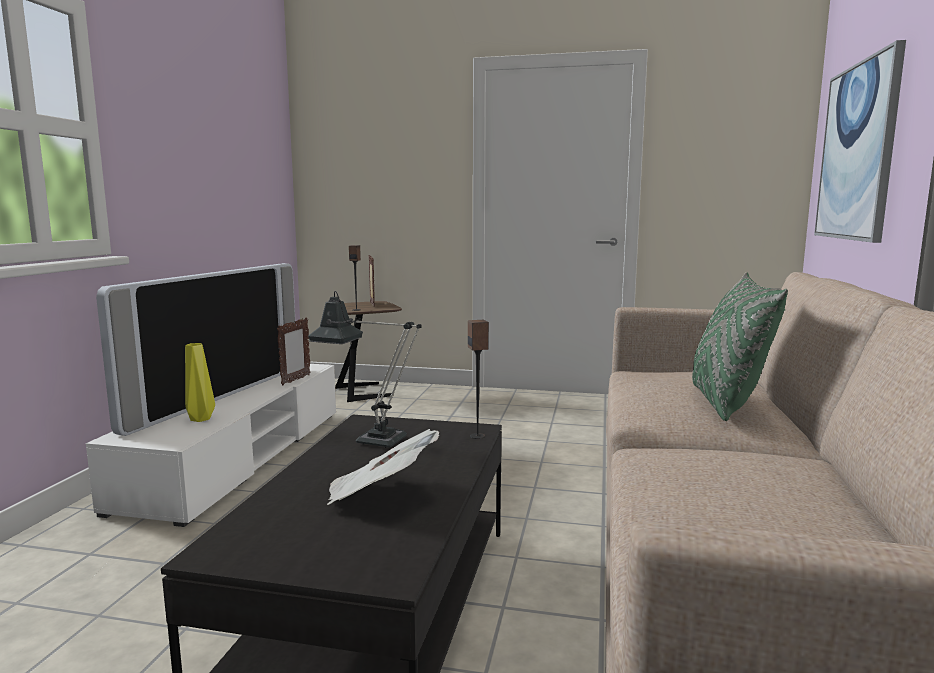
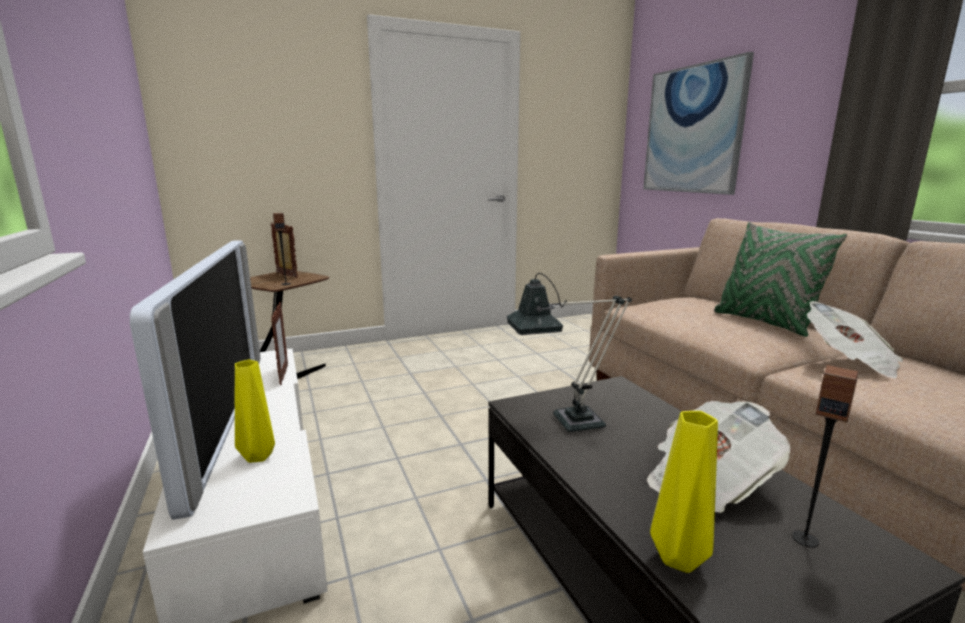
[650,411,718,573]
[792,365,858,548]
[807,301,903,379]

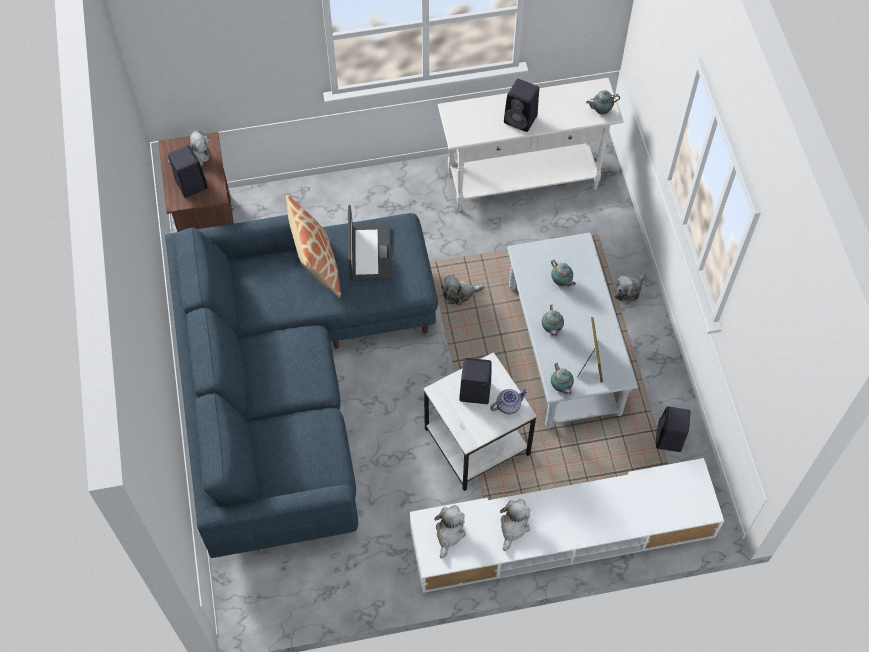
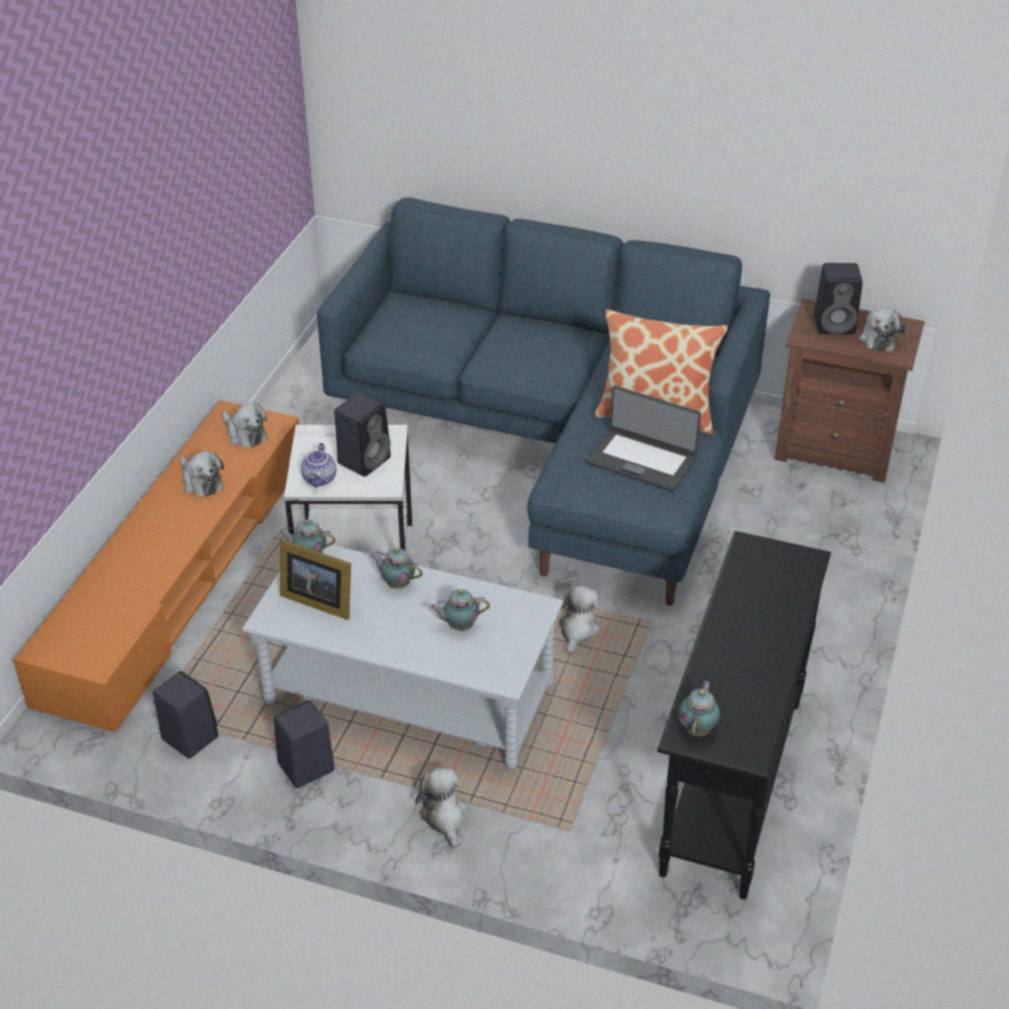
[13,400,299,734]
[274,700,335,788]
[657,531,831,900]

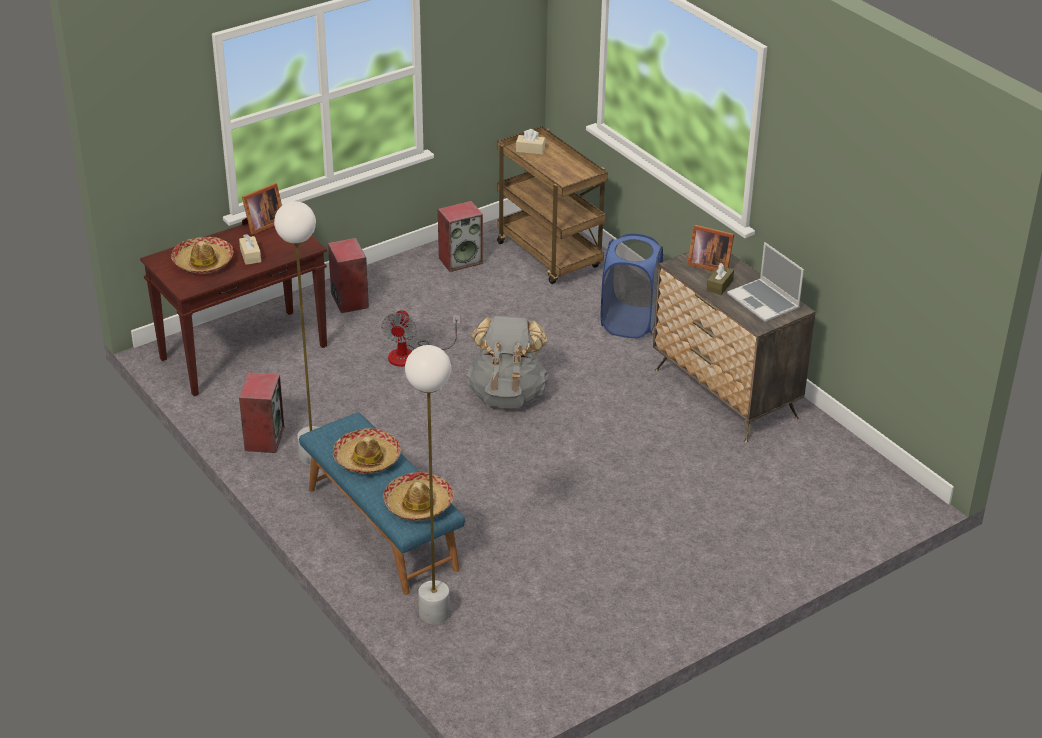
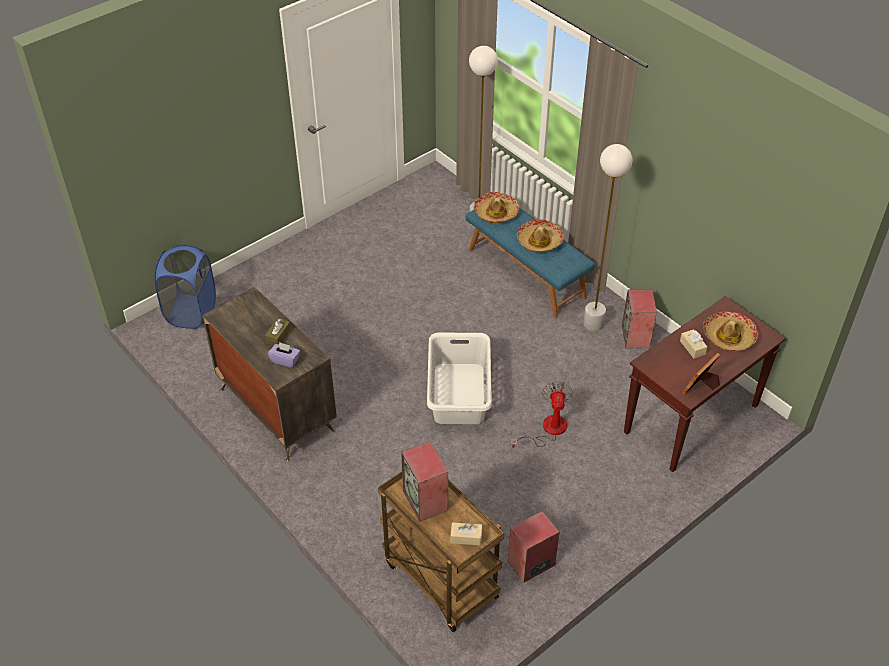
[155,245,216,329]
[268,342,300,368]
[401,441,448,522]
[427,332,492,424]
[727,242,804,322] (first image)

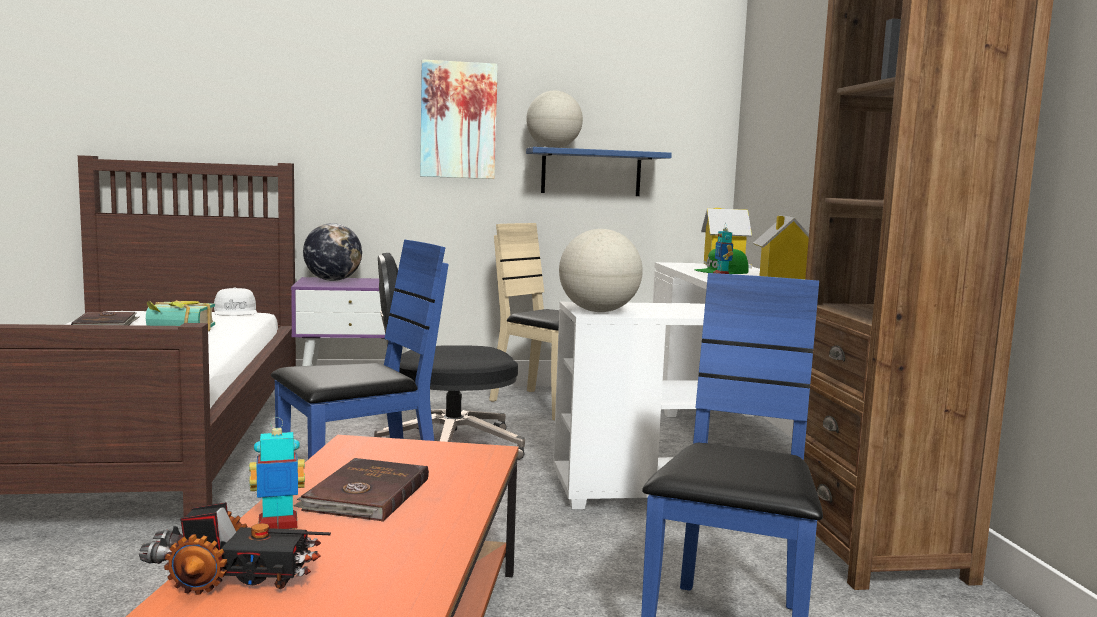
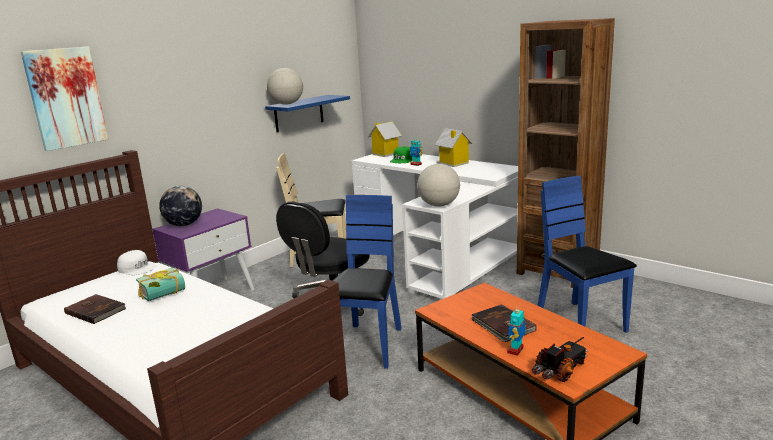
[21,47,108,151]

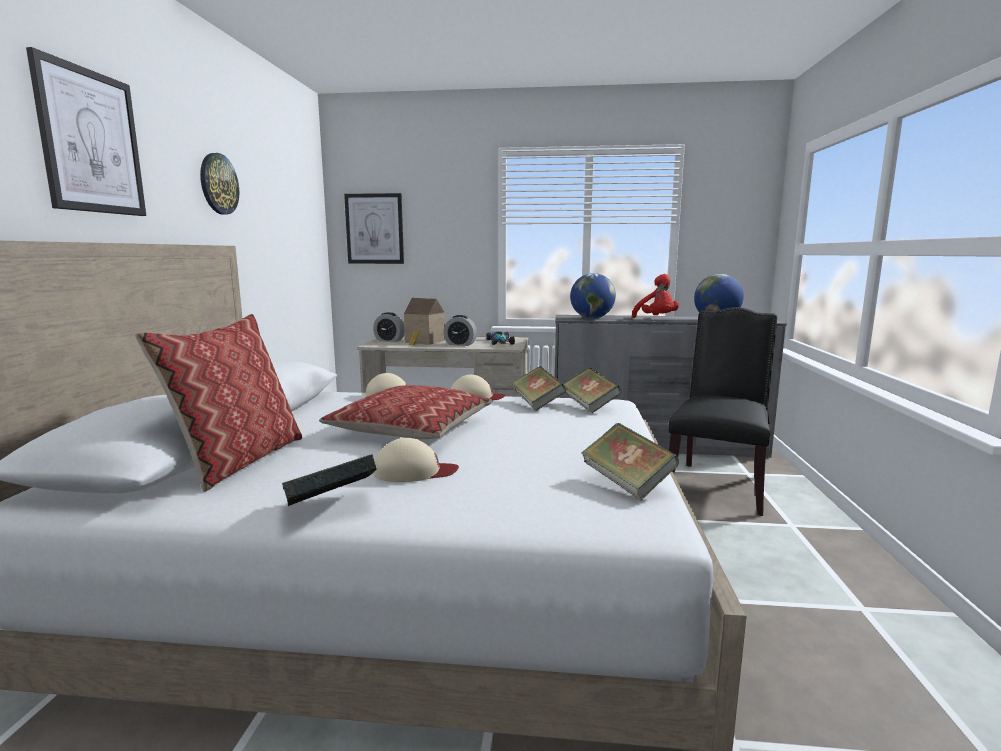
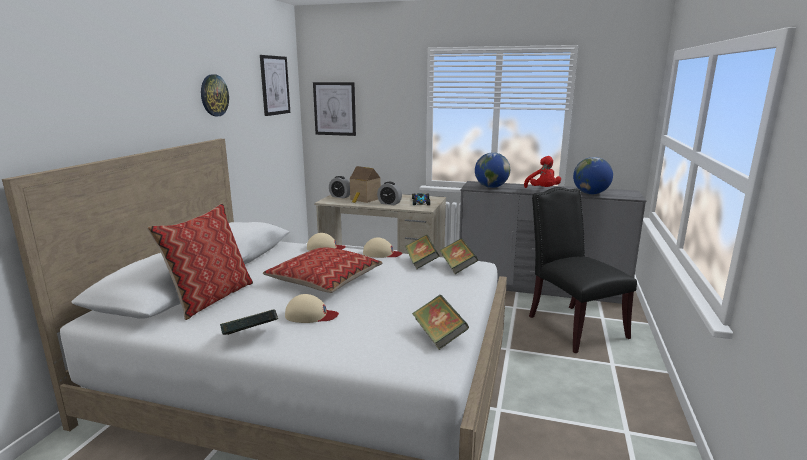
[260,55,290,116]
[529,187,637,353]

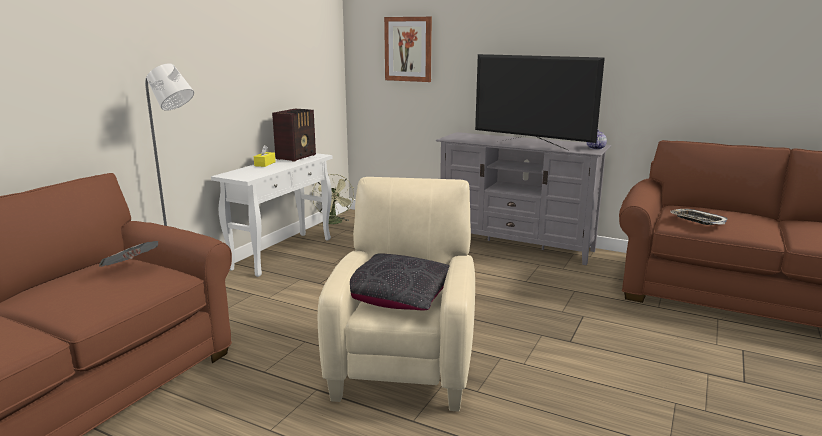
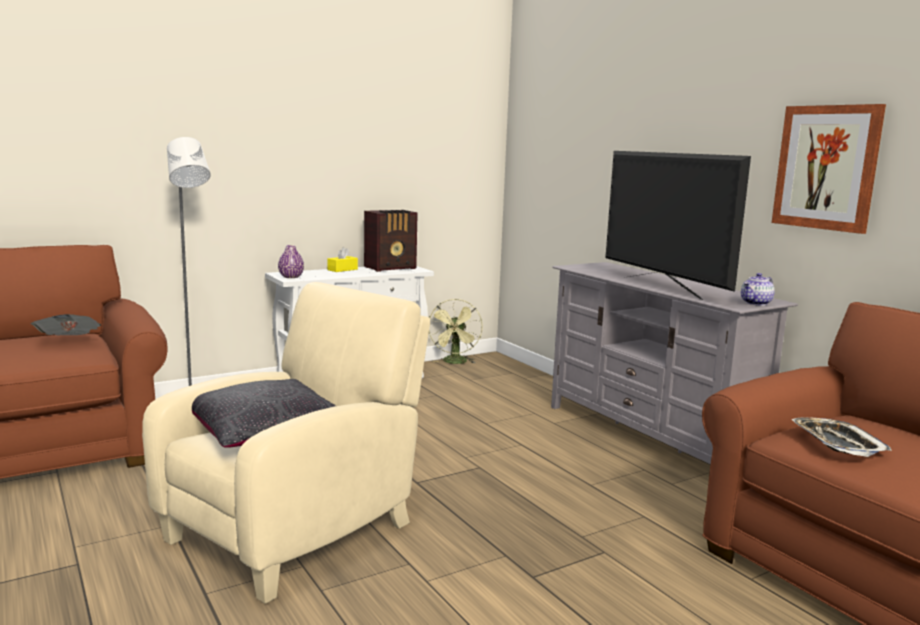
[278,245,304,278]
[772,104,886,234]

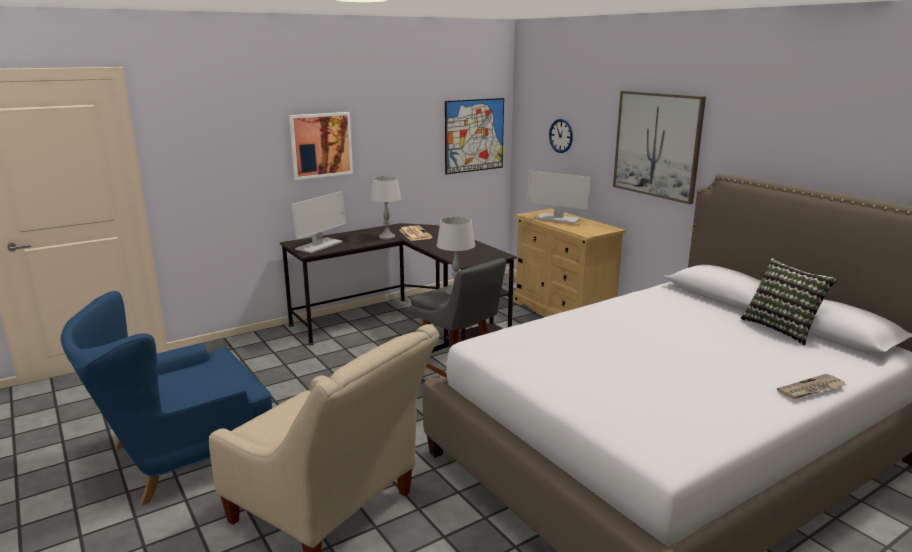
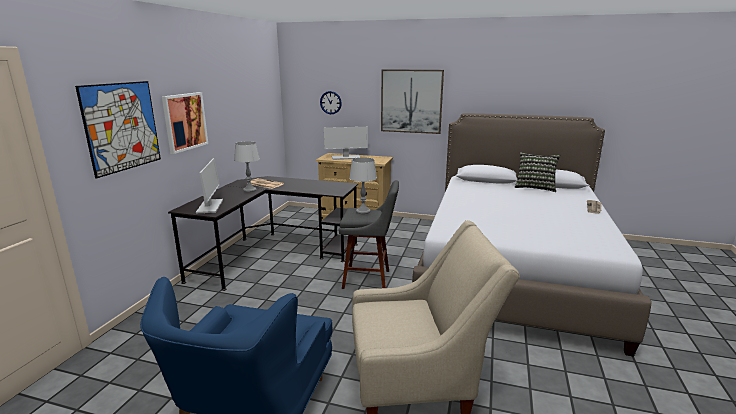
[75,81,161,179]

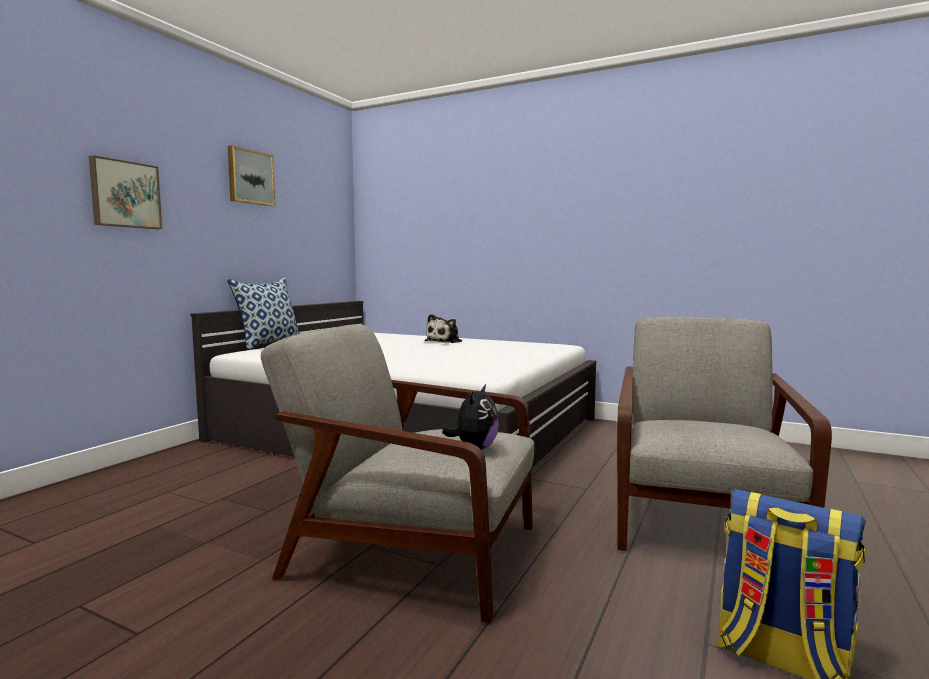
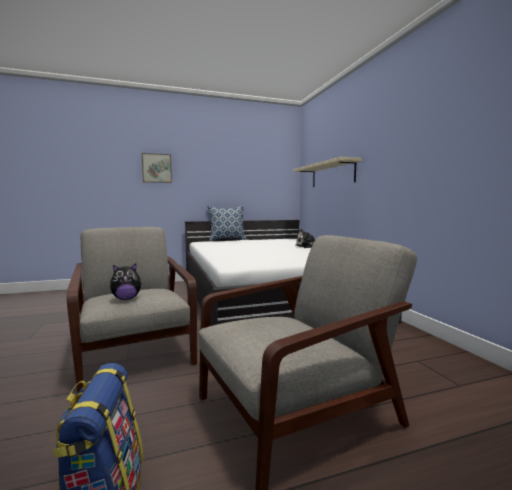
[294,157,362,187]
[228,145,275,206] (first image)

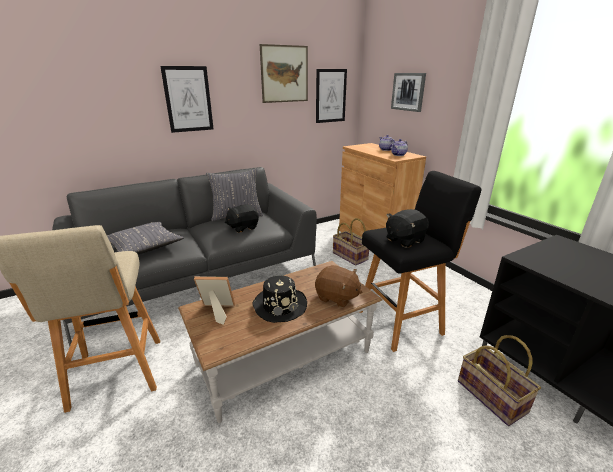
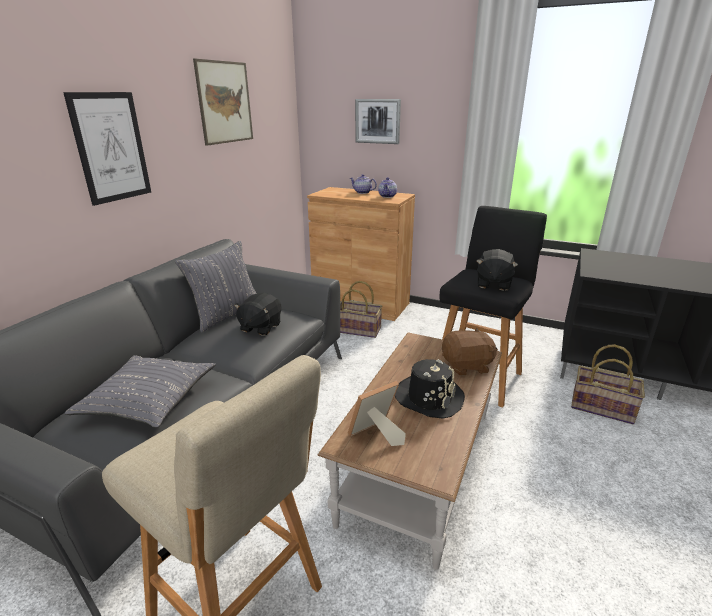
[316,69,347,123] (first image)

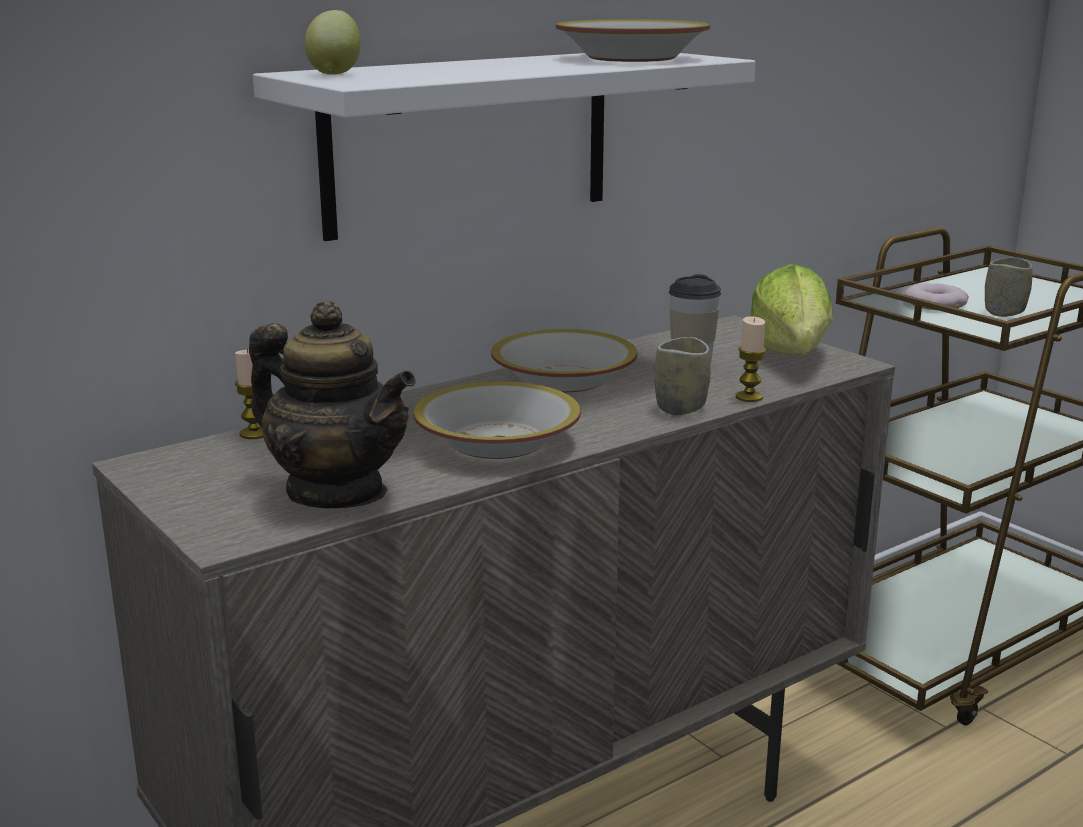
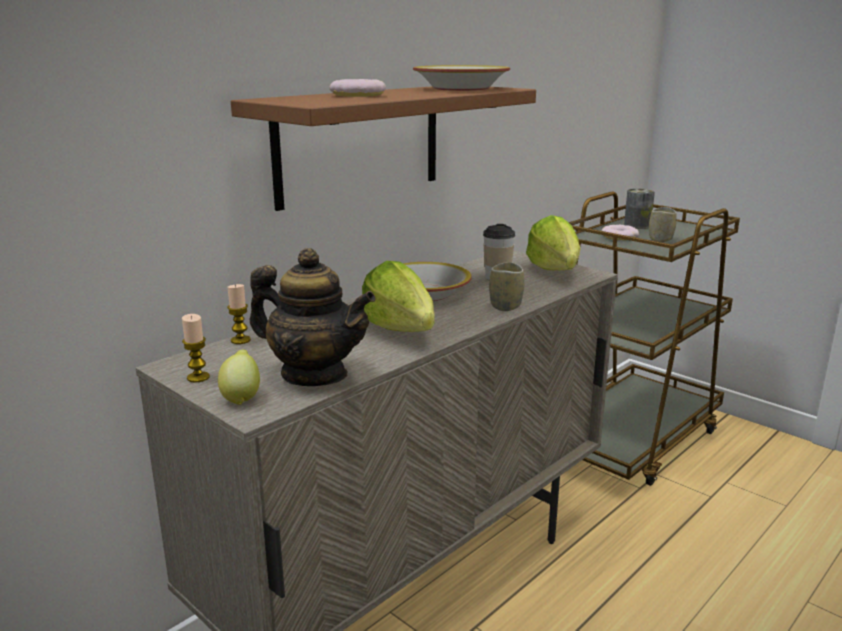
[182,314,210,383]
[218,350,260,405]
[231,86,536,211]
[329,79,386,97]
[362,261,435,332]
[624,188,655,229]

